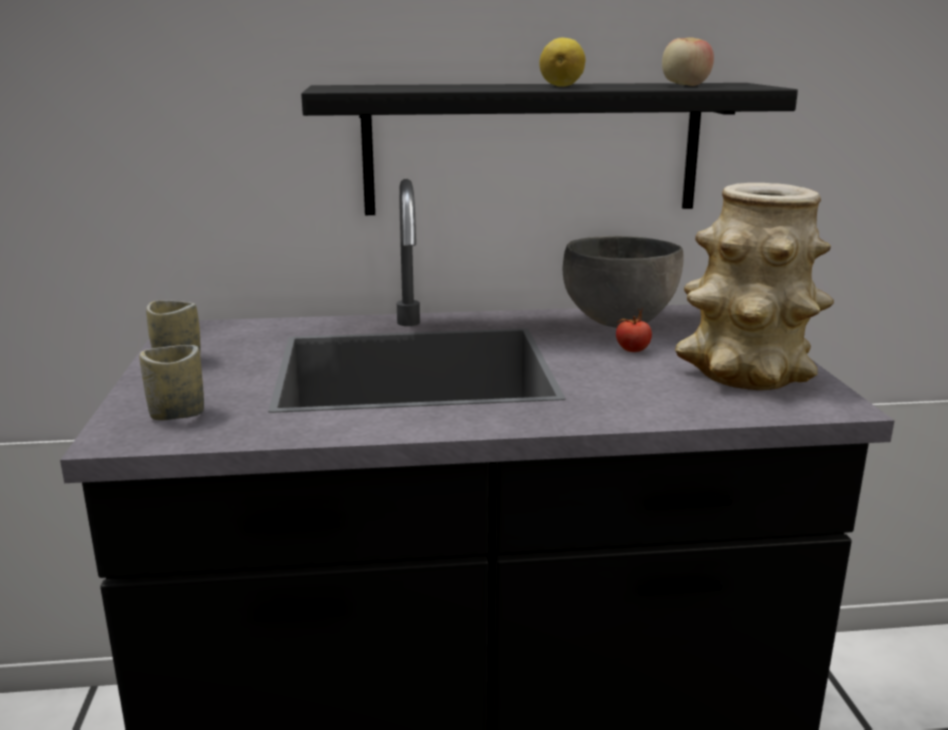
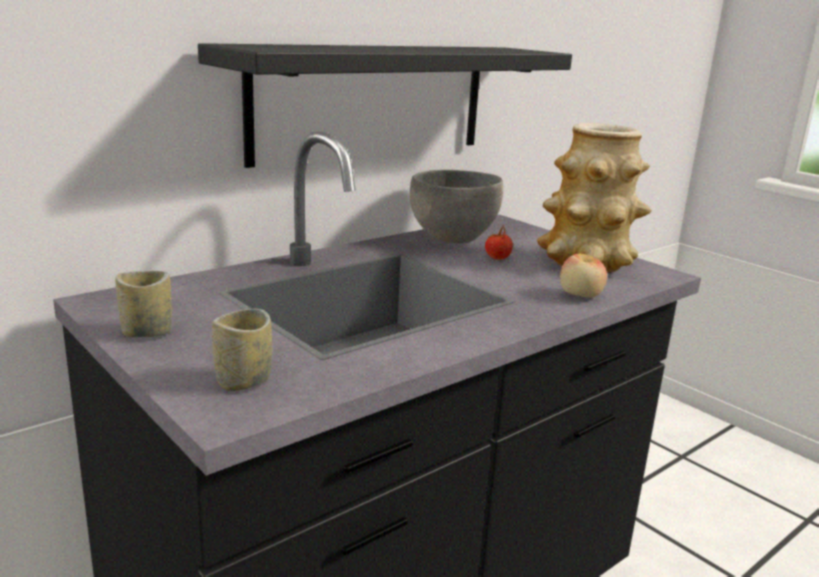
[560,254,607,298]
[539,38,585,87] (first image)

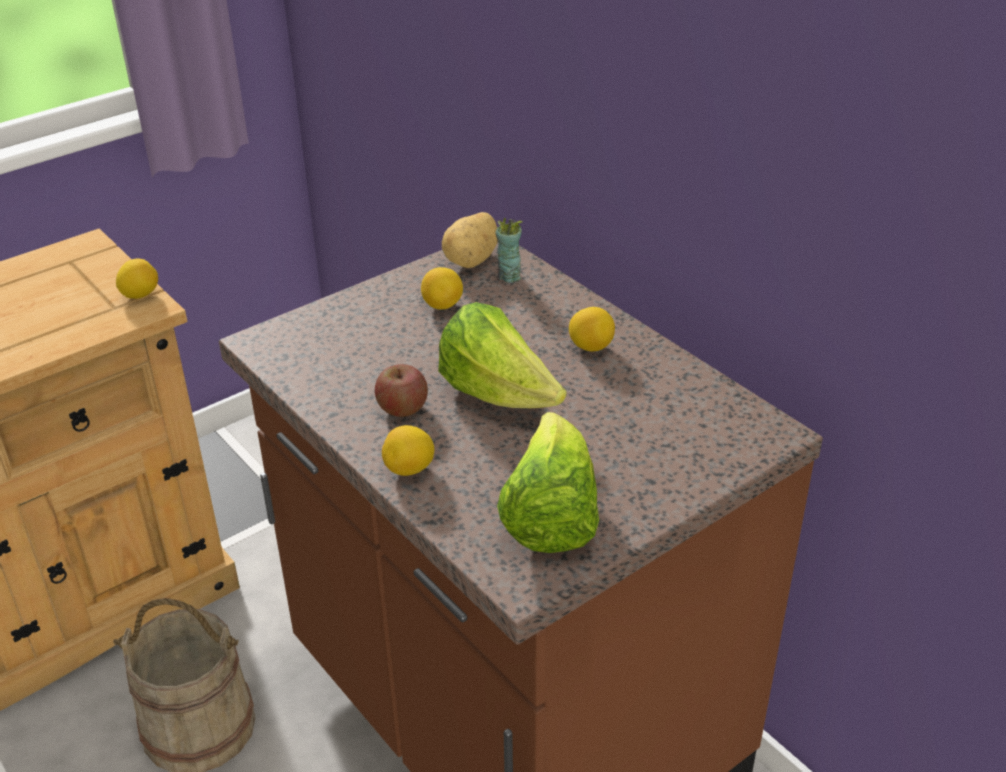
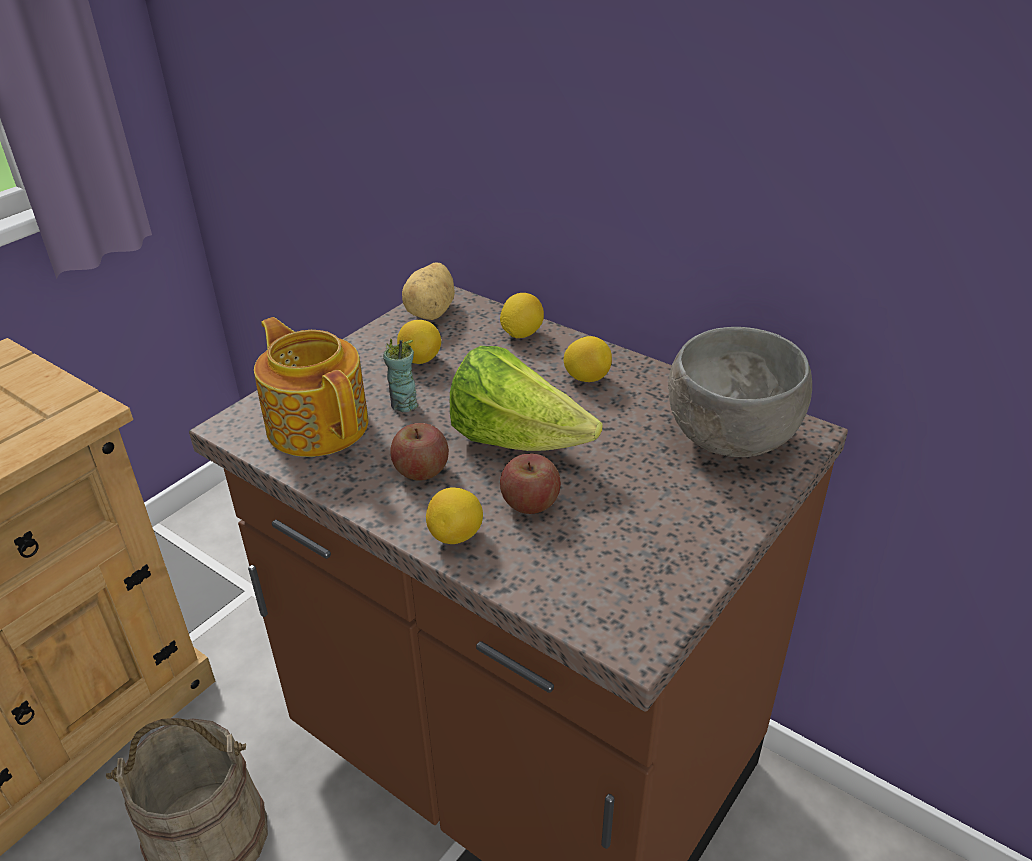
[254,317,369,457]
[383,339,418,412]
[500,293,544,338]
[500,453,561,514]
[668,327,812,457]
[497,412,599,553] (first image)

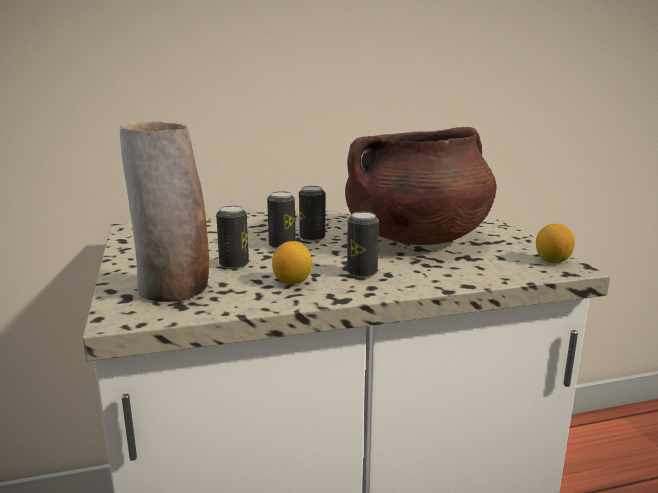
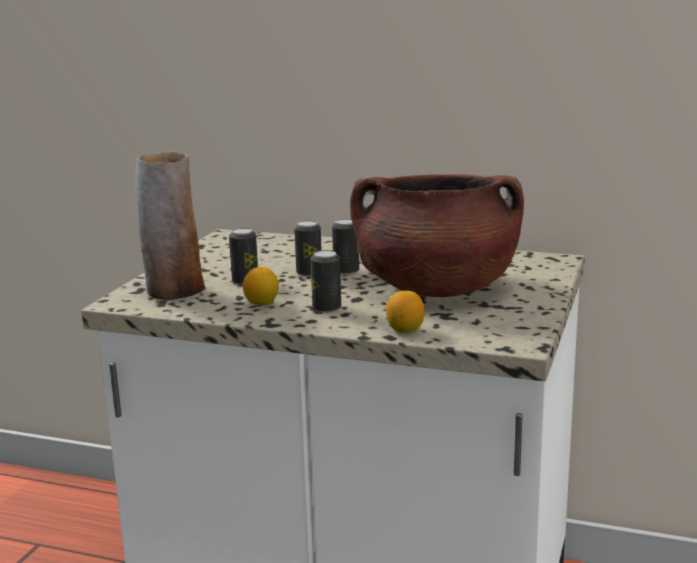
[386,291,425,333]

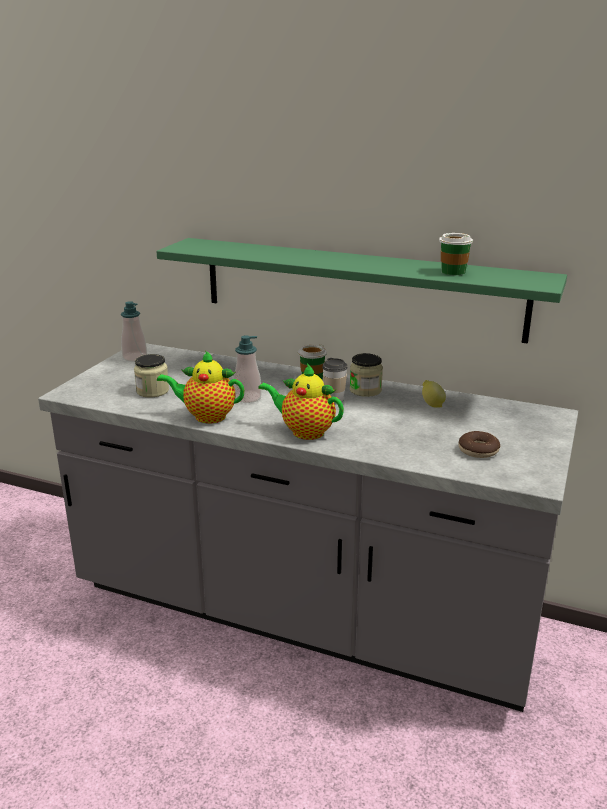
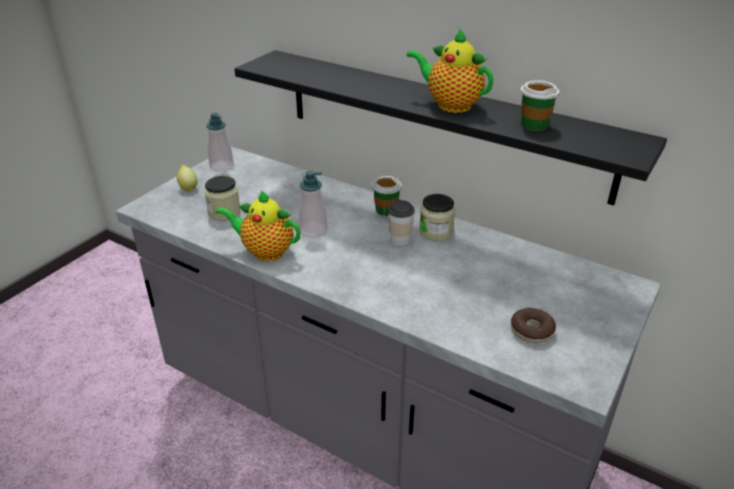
[177,165,198,191]
[234,50,667,205]
[407,28,494,113]

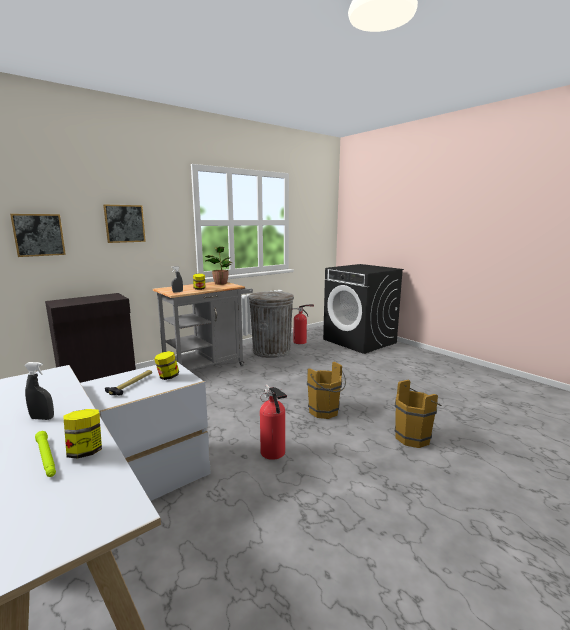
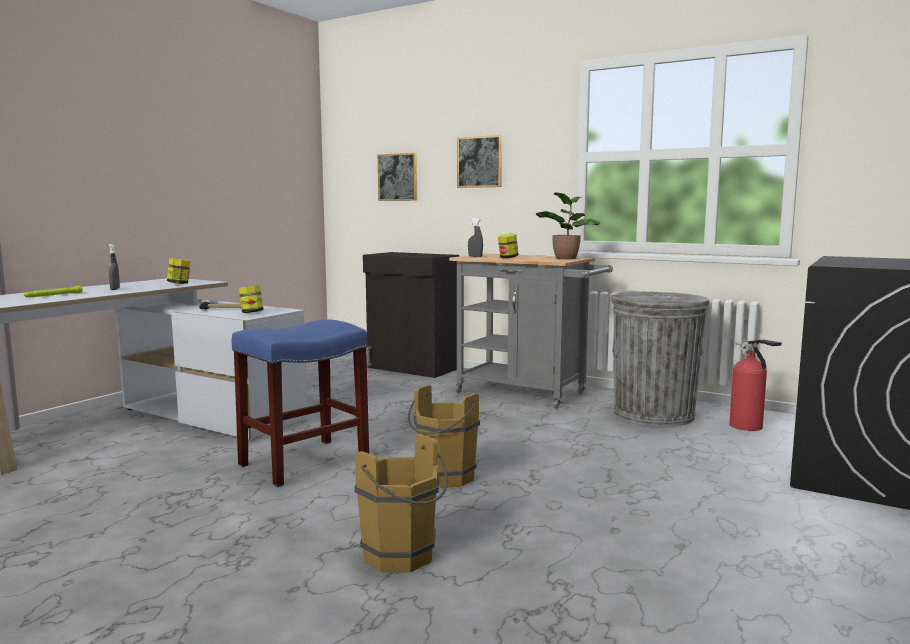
[167,258,191,284]
[232,319,369,487]

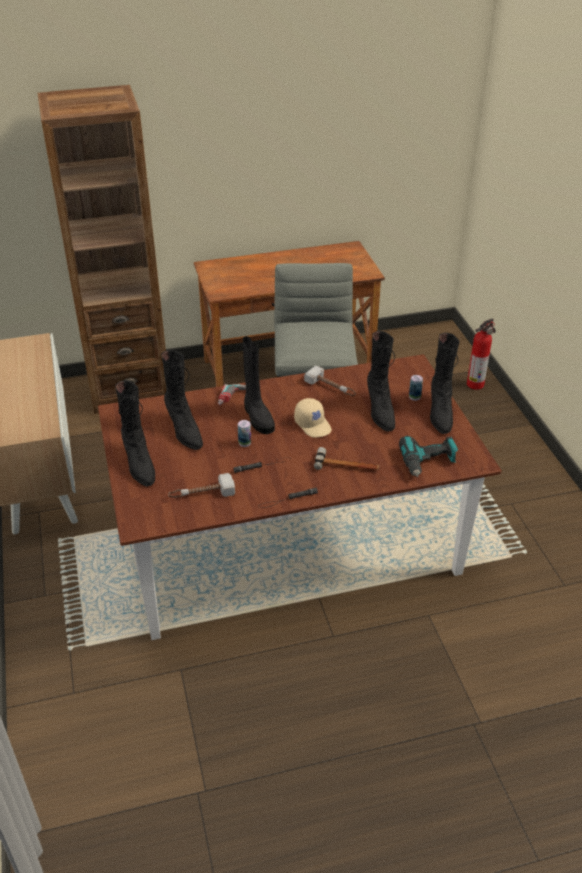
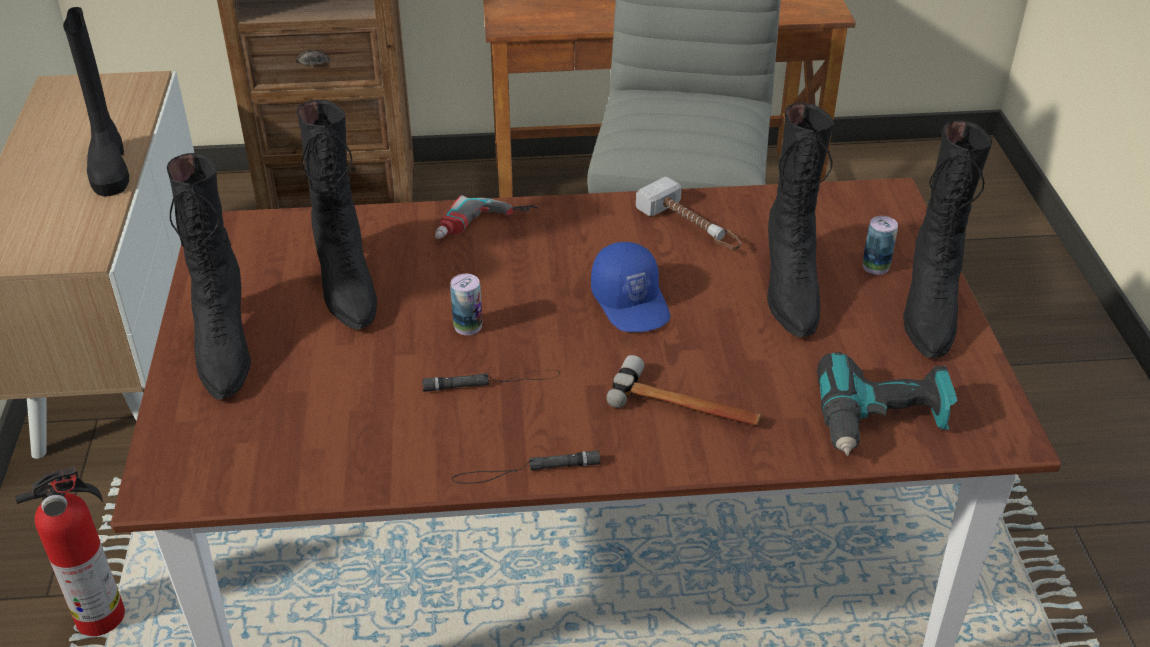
[15,465,125,636]
[63,7,129,197]
[591,242,670,332]
[168,473,235,498] (first image)

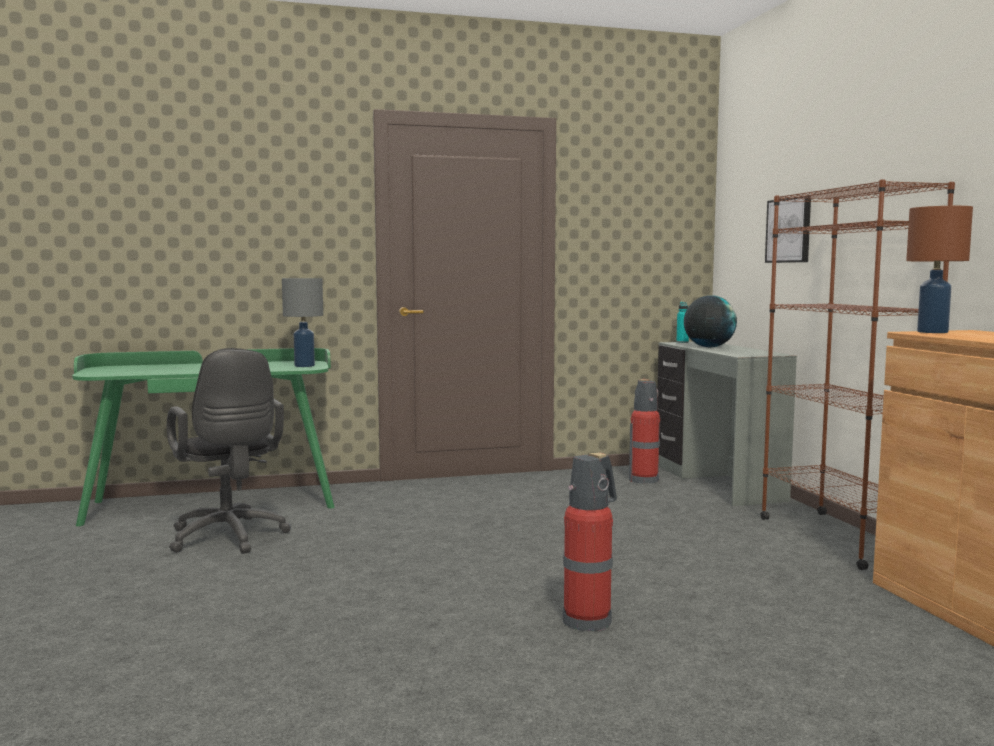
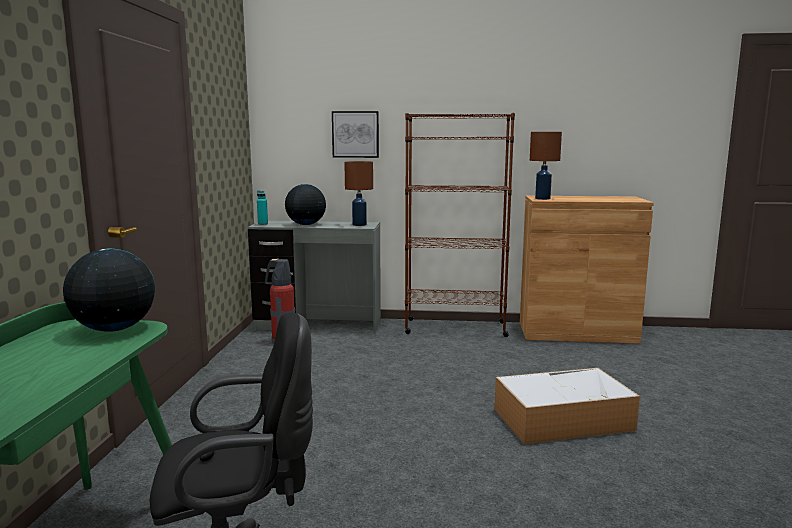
[63,249,155,332]
[344,161,373,226]
[494,368,640,444]

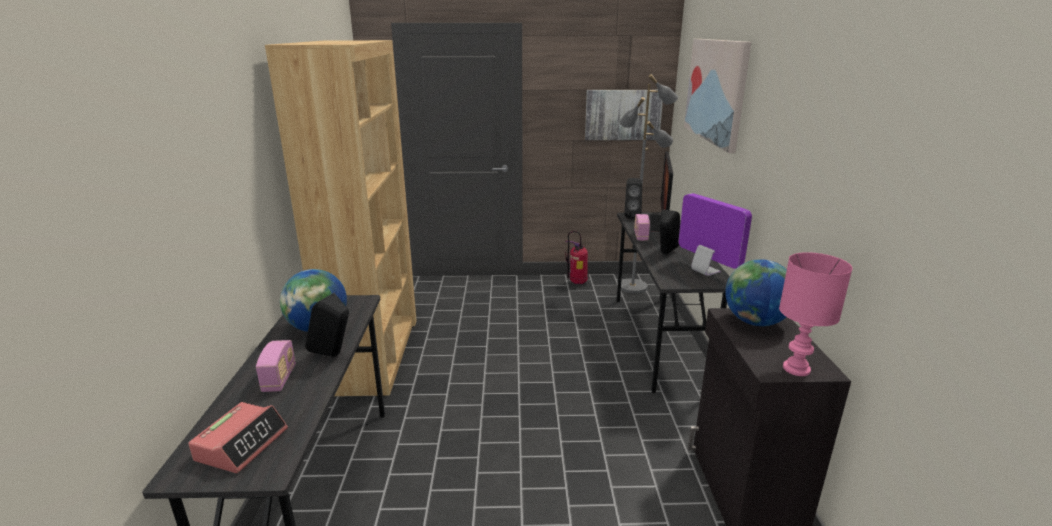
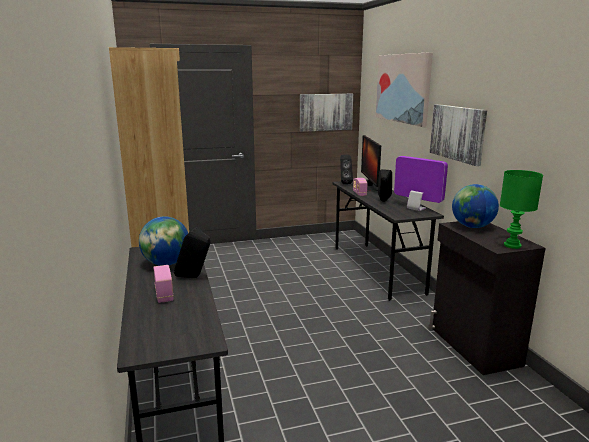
[430,104,487,166]
[500,170,543,249]
[188,402,288,473] (first image)
[565,231,588,284] (first image)
[619,74,678,294] (first image)

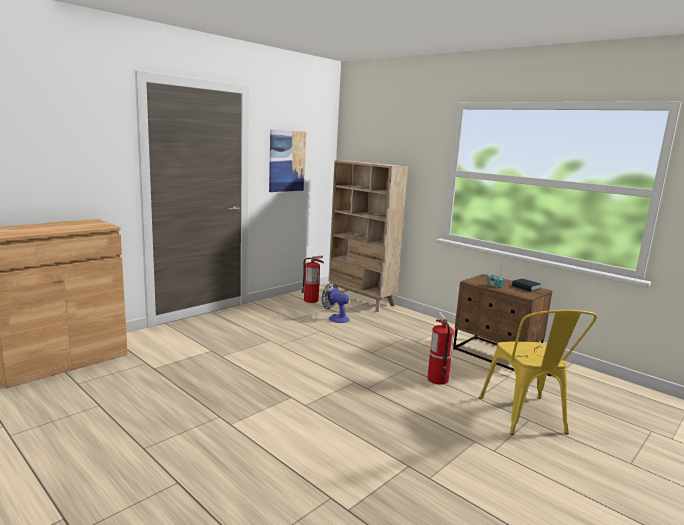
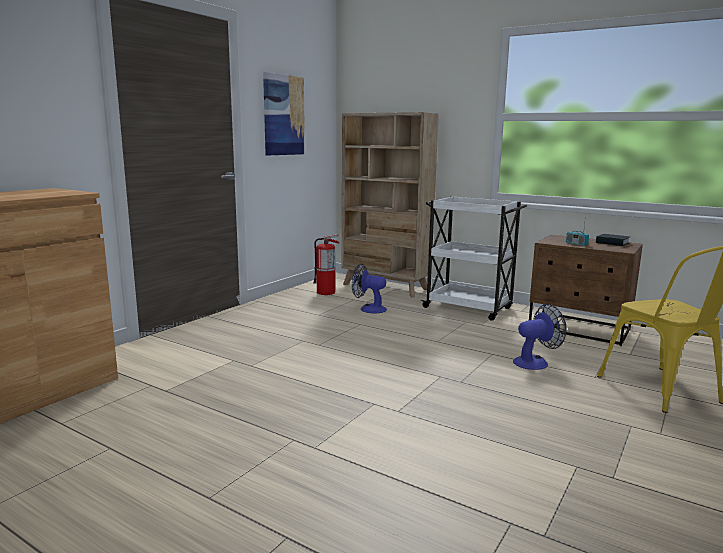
[420,196,527,321]
[513,304,567,370]

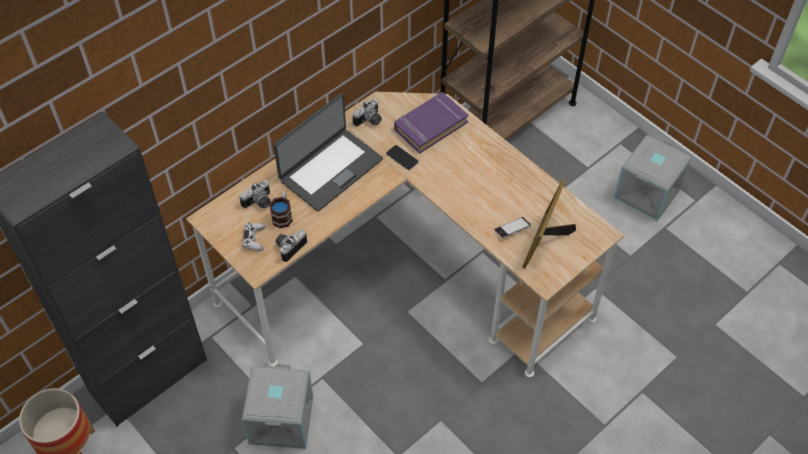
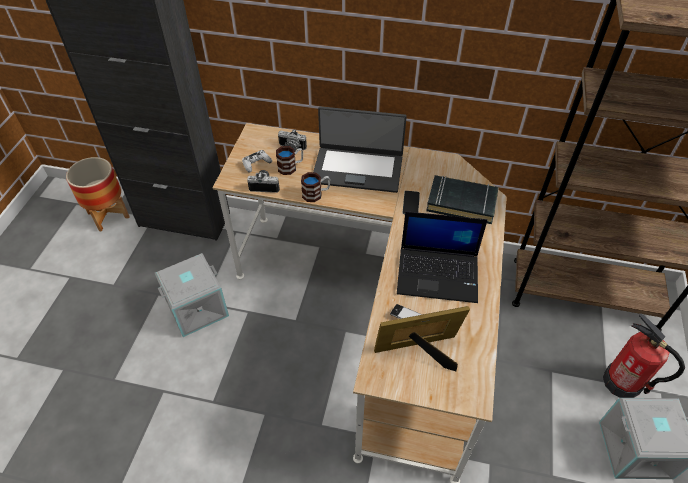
[301,172,330,202]
[397,211,487,303]
[426,175,498,224]
[603,314,685,398]
[353,99,382,127] (first image)

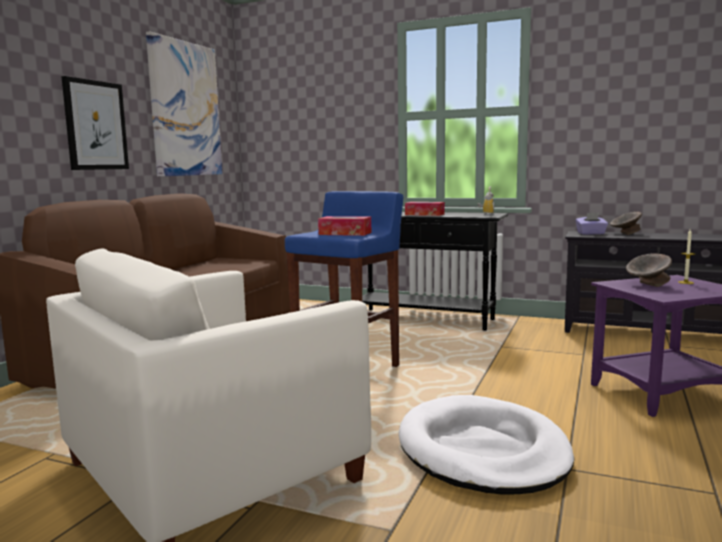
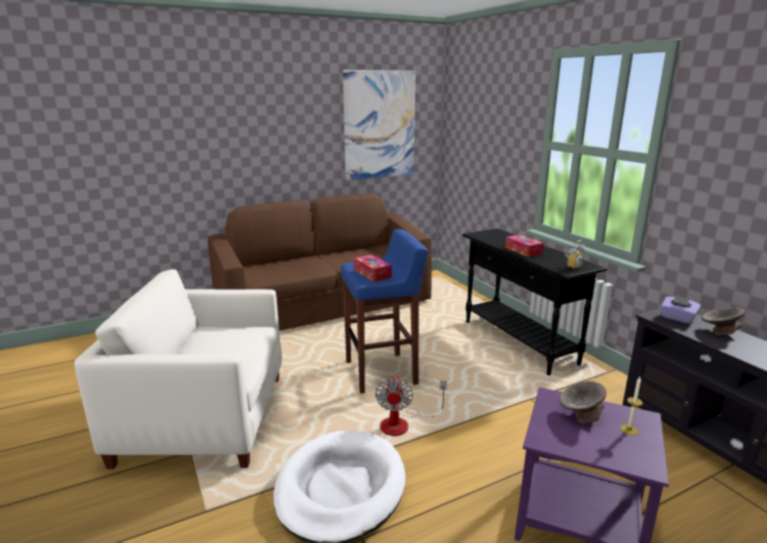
[375,376,447,436]
[61,76,129,170] (first image)

